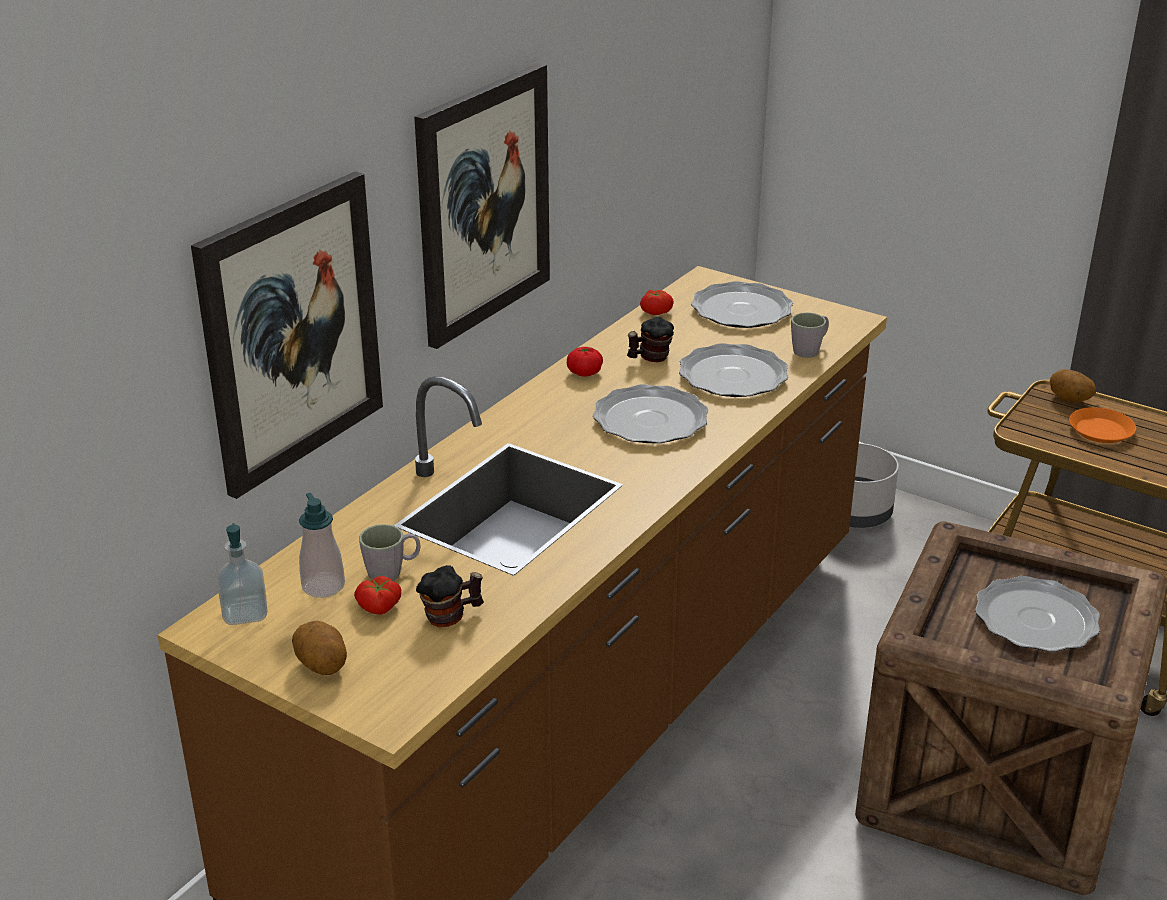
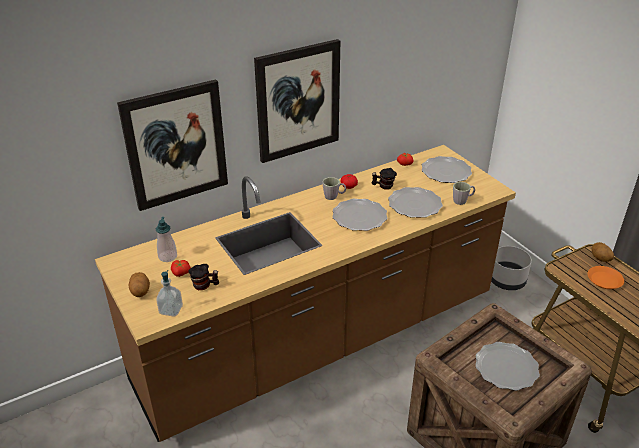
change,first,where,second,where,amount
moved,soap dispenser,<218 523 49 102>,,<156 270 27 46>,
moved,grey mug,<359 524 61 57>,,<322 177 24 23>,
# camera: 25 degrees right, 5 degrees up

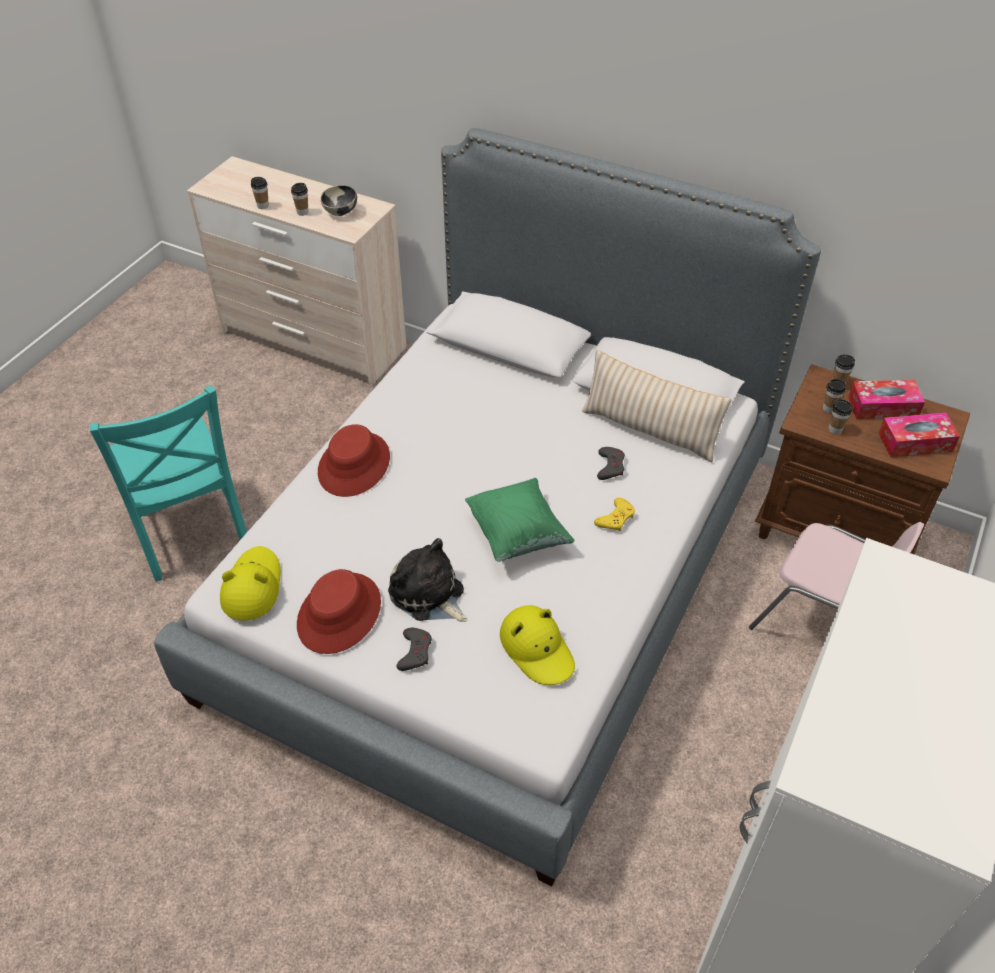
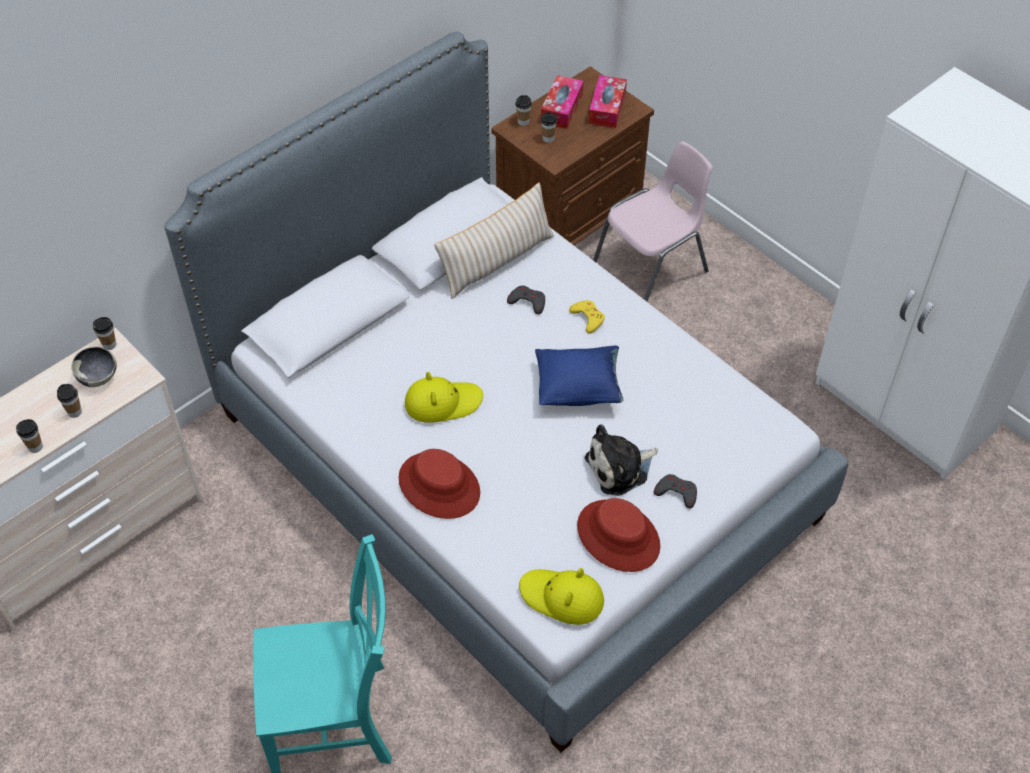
change,first,where,second,where,amount
moved,cup,<829 399 24 35>,,<93 317 23 33>,
recoloured,green pillow,<465 478 110 84>,blue pillow,<535 346 89 60>,
moved,yellow hat,<500 605 75 80>,,<405 372 78 51>,
# camera: 70 degrees left, 5 degrees up

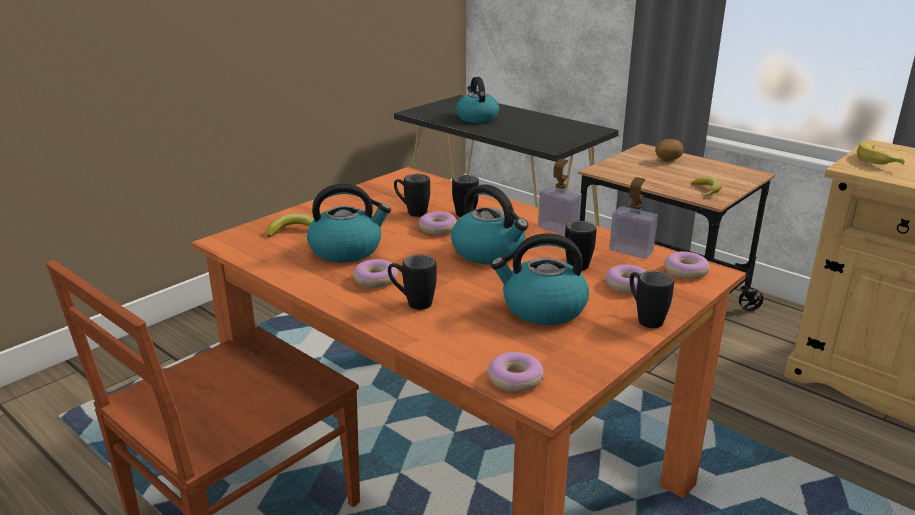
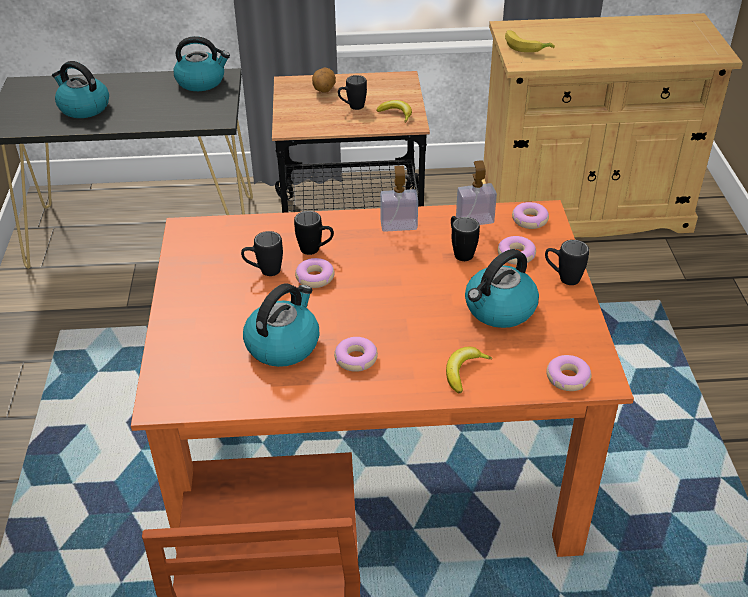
change,first,where,second,where,amount
moved,kettle,<451 184 77 80>,,<173 36 57 55>,
moved,banana,<266 213 48 24>,,<446 346 46 47>,
moved,black mug,<388 255 49 55>,,<338 75 29 35>,
# camera: 45 degrees left, 15 degrees up

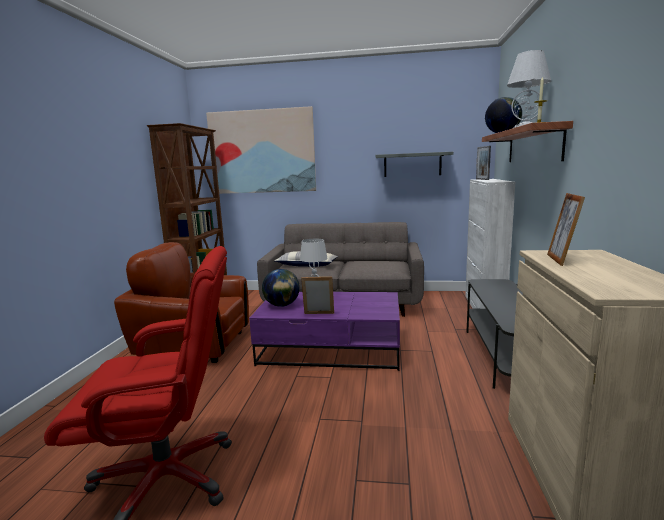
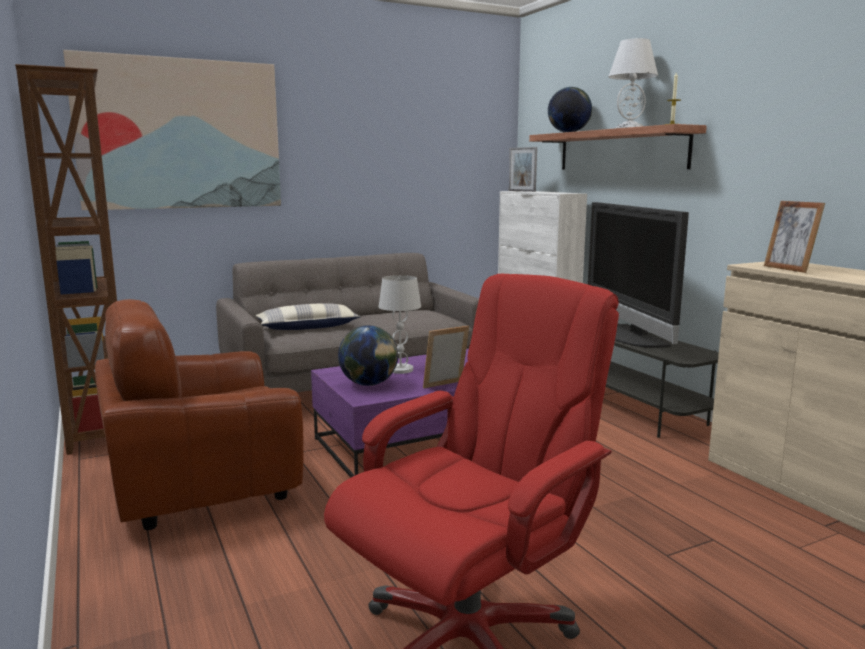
change,first,where,second,where,amount
removed,grey shelf,<376 152 77 25>,,,
added,,,television,<588 202 101 146>,
# camera: 35 degrees left, 0 degrees up

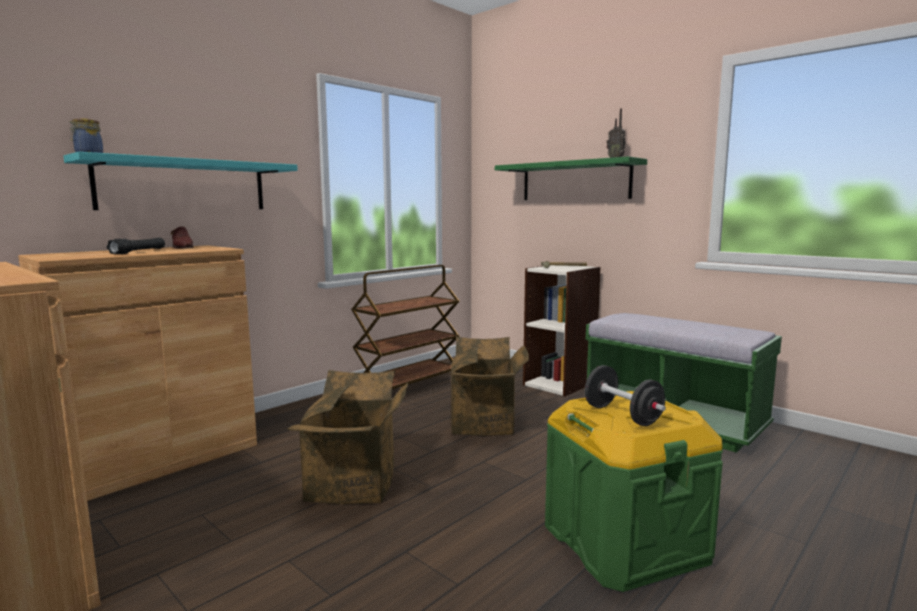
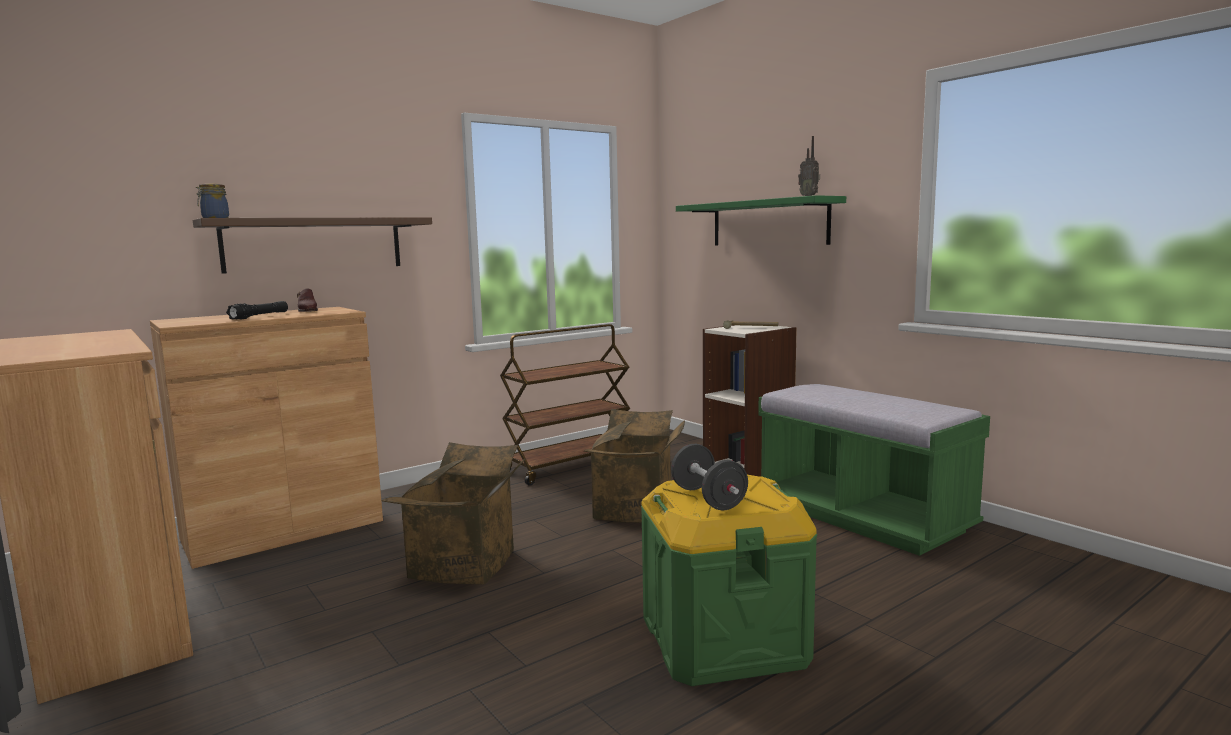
change,first,where,second,where,amount
recoloured,turquoise shelf,<63 152 235 58>,brown shelf,<193 217 239 57>,
# camera: 10 degrees right, 0 degrees up

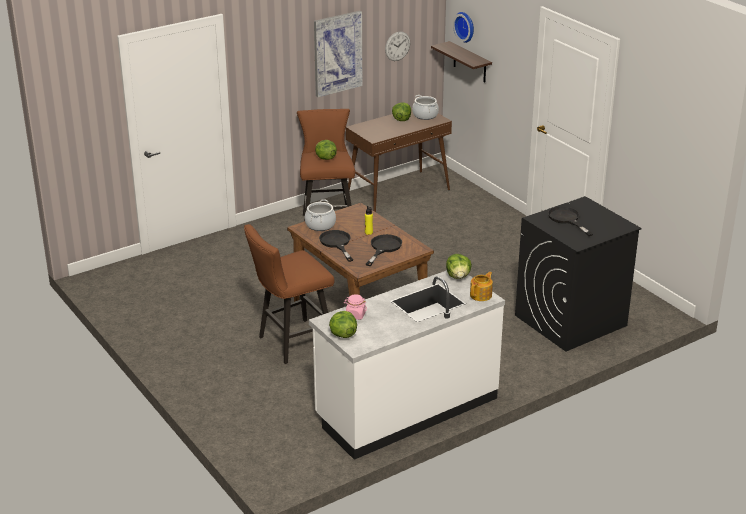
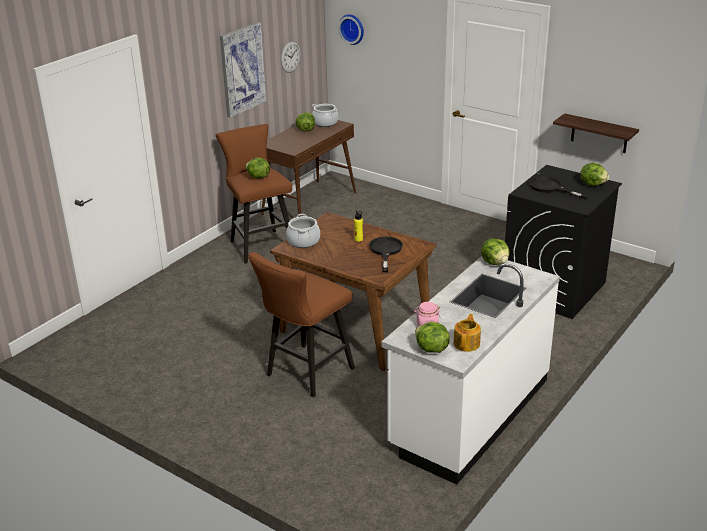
change,first,where,second,where,amount
moved,shelf,<431 41 61 41>,,<553 113 86 40>,
removed,black frying pan,<319 230 34 32>,,,
moved,teapot,<470 272 23 29>,,<453 314 28 38>,
added,,,lettuce,<580 163 29 23>,
# camera: 20 degrees left, 0 degrees up

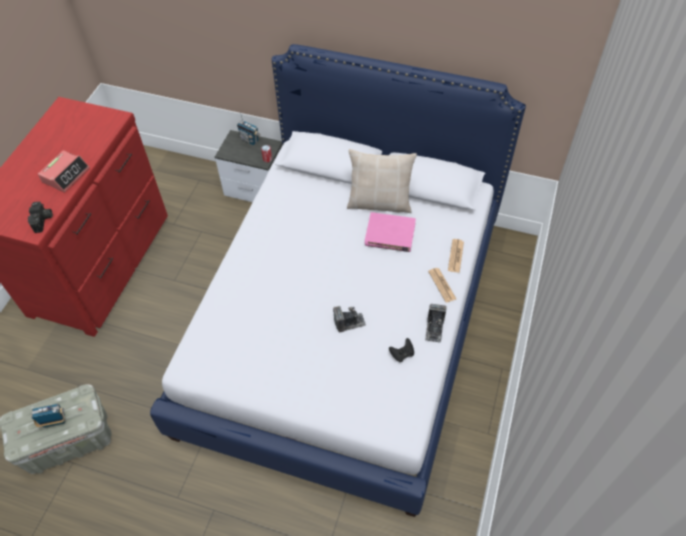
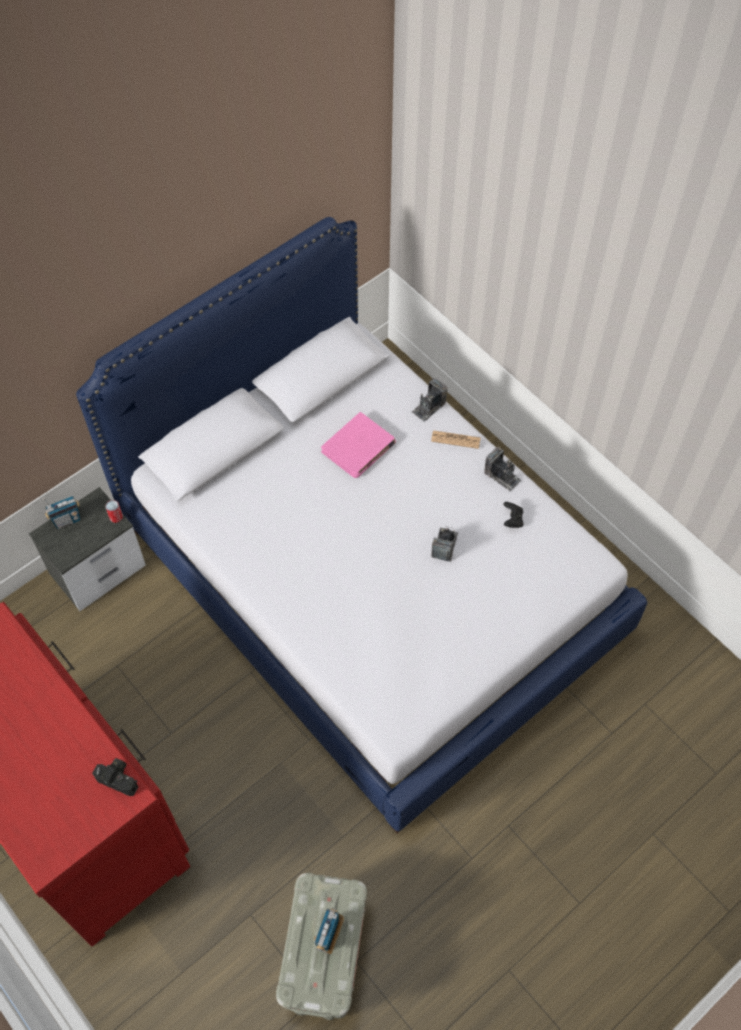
change,first,where,second,where,amount
removed,beige pillow,<347 149 70 64>,,,
removed,alarm clock,<38 150 52 43>,,,
replaced,newspaper,<448 239 16 34>,photo camera,<412 378 36 44>,
# camera: 60 degrees left, 5 degrees up

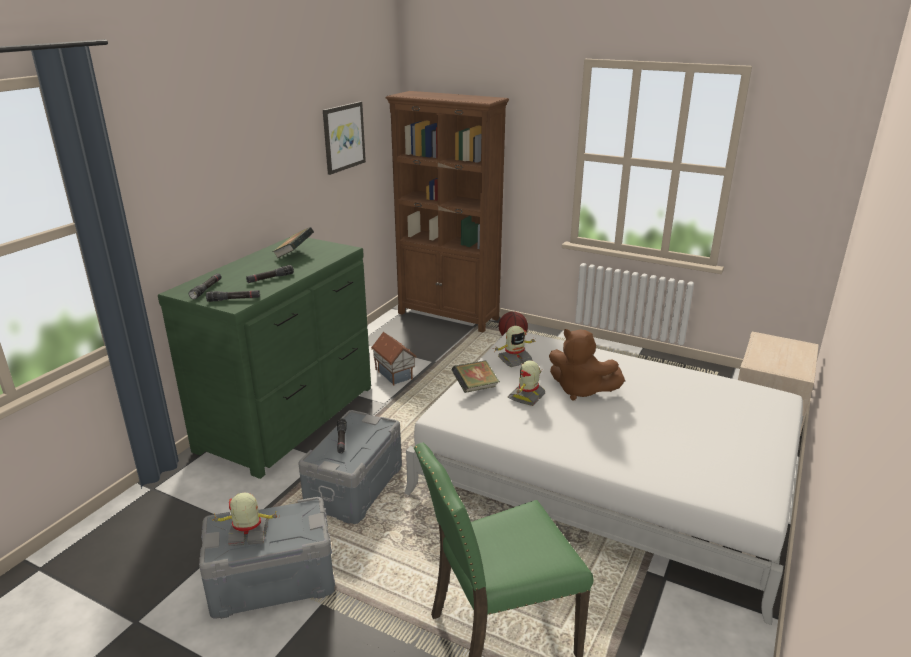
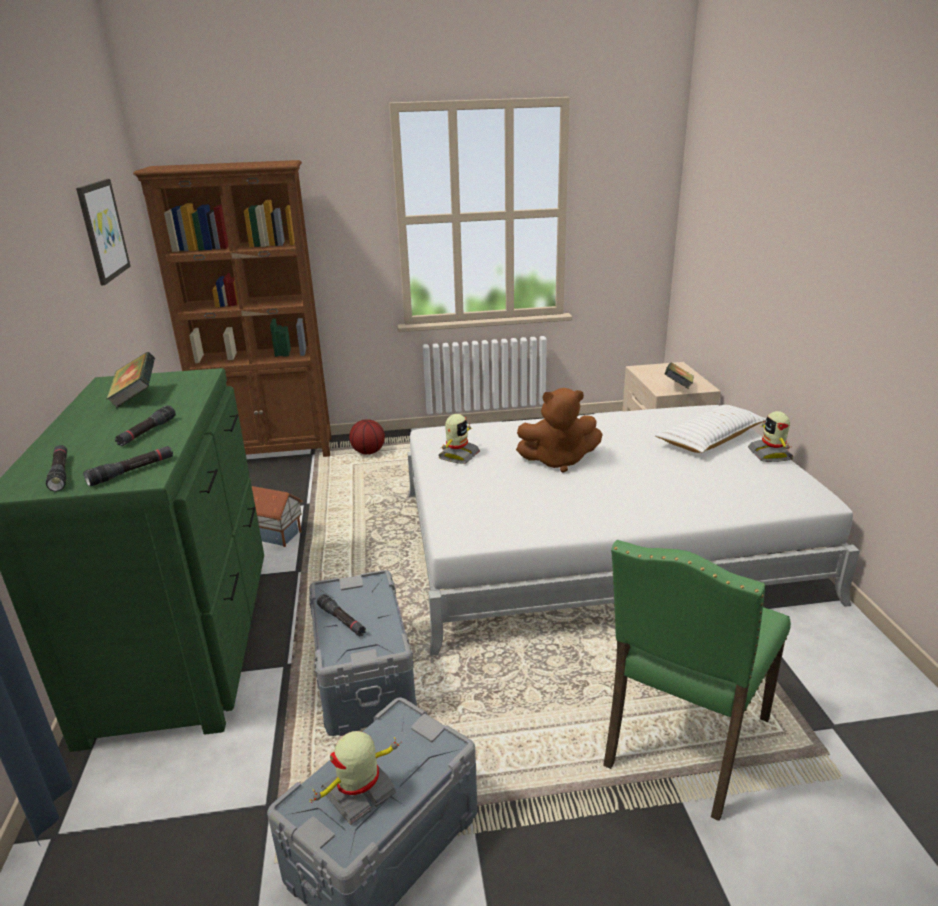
change,first,where,second,where,amount
moved,book,<452 360 48 33>,,<665 363 29 26>,
moved,toy robot,<508 360 37 46>,,<748 411 45 51>,
added,,,white pillow,<655 405 111 48>,
# camera: 35 degrees left, 0 degrees up

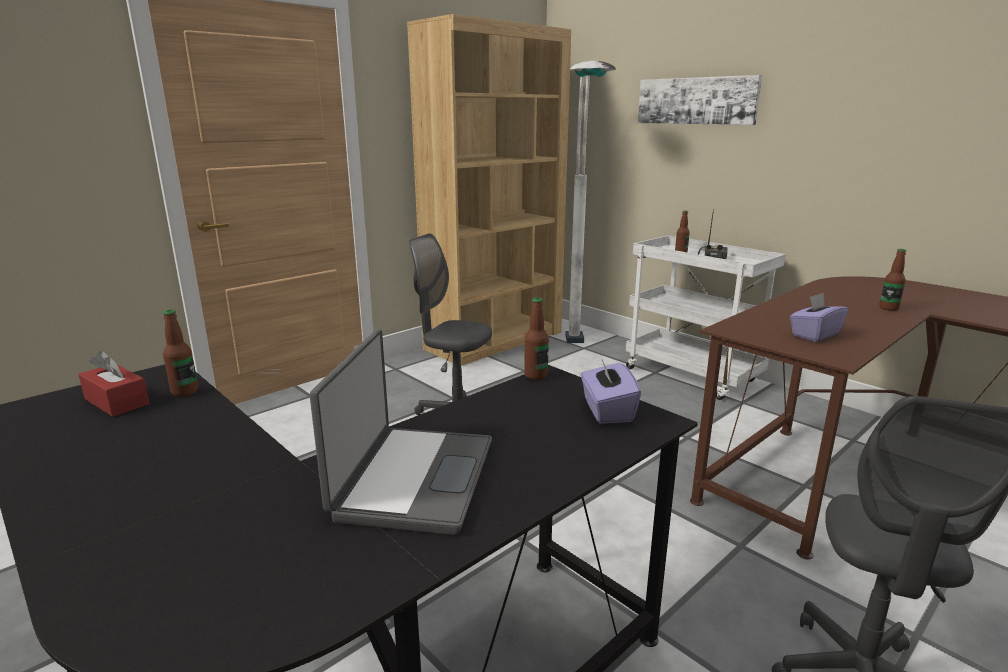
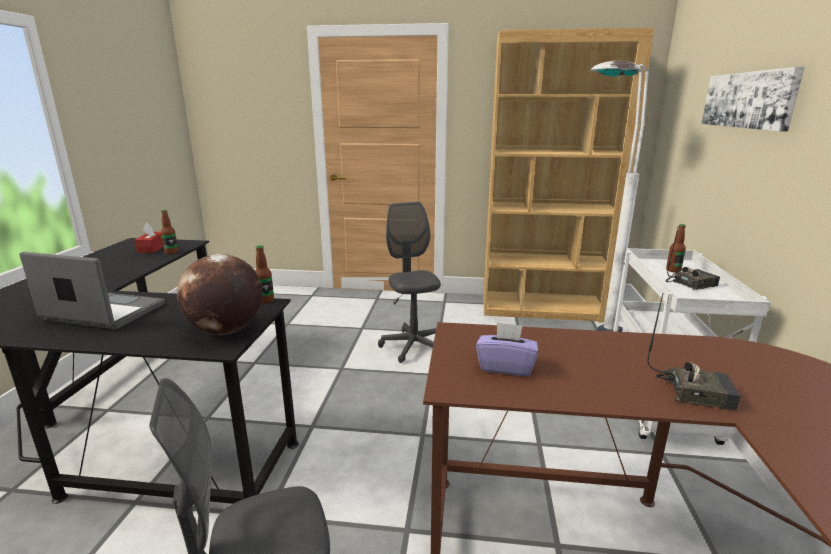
change,first,where,second,where,amount
replaced,bottle,<879 249 27 62>,radio,<648 293 93 117>,
turned,laptop,<310 329 182 206>,,<19 252 145 78>,135 degrees counterclockwise
replaced,purple tissue box,<581 355 60 69>,globe,<177 254 86 81>,
# camera: 50 degrees right, 0 degrees up

